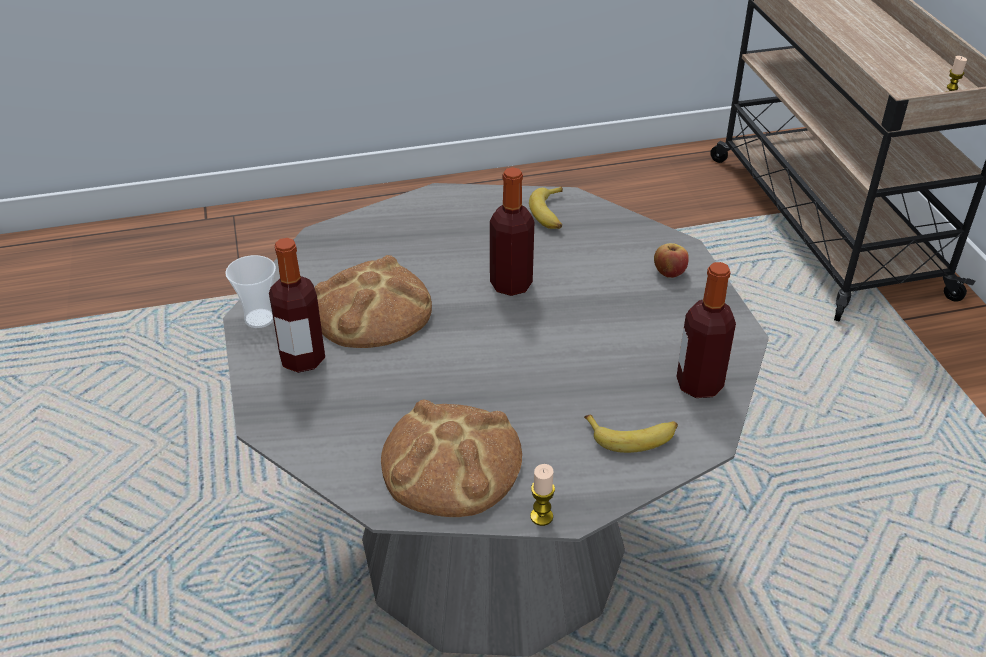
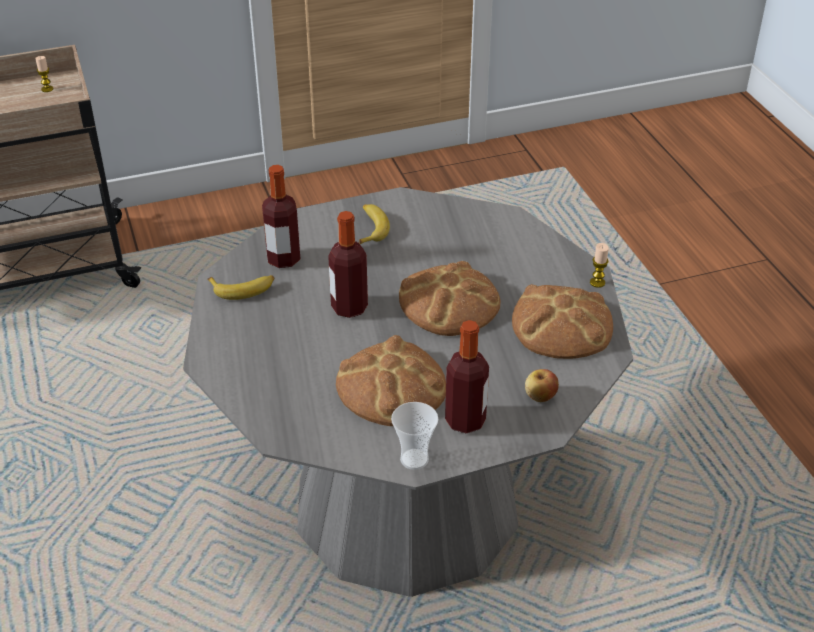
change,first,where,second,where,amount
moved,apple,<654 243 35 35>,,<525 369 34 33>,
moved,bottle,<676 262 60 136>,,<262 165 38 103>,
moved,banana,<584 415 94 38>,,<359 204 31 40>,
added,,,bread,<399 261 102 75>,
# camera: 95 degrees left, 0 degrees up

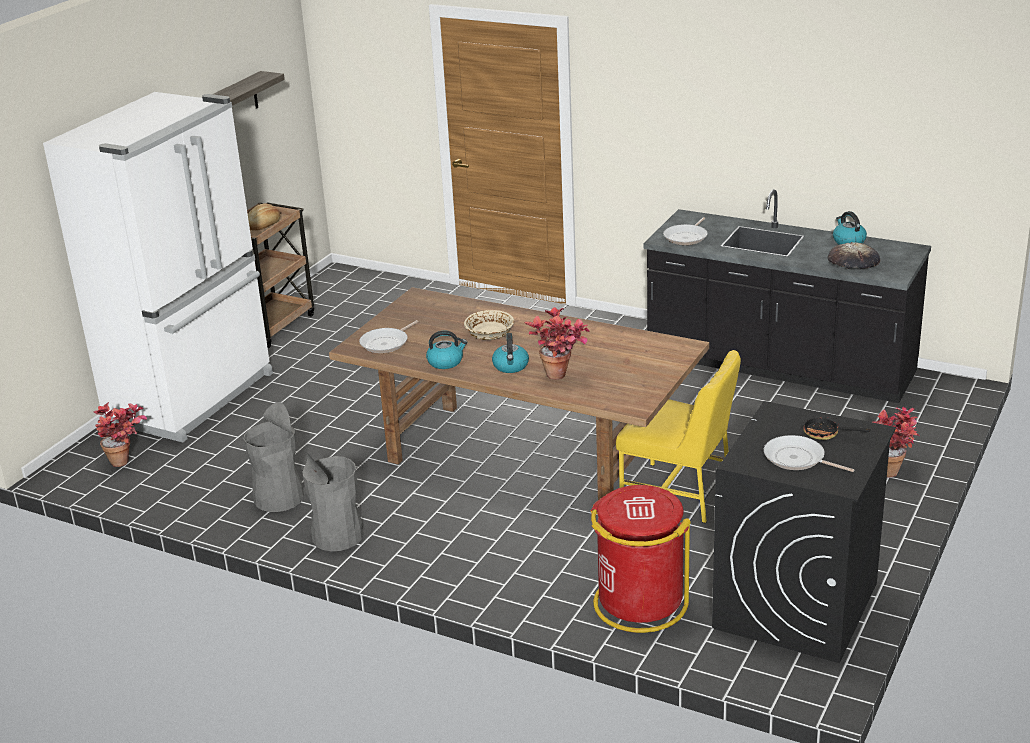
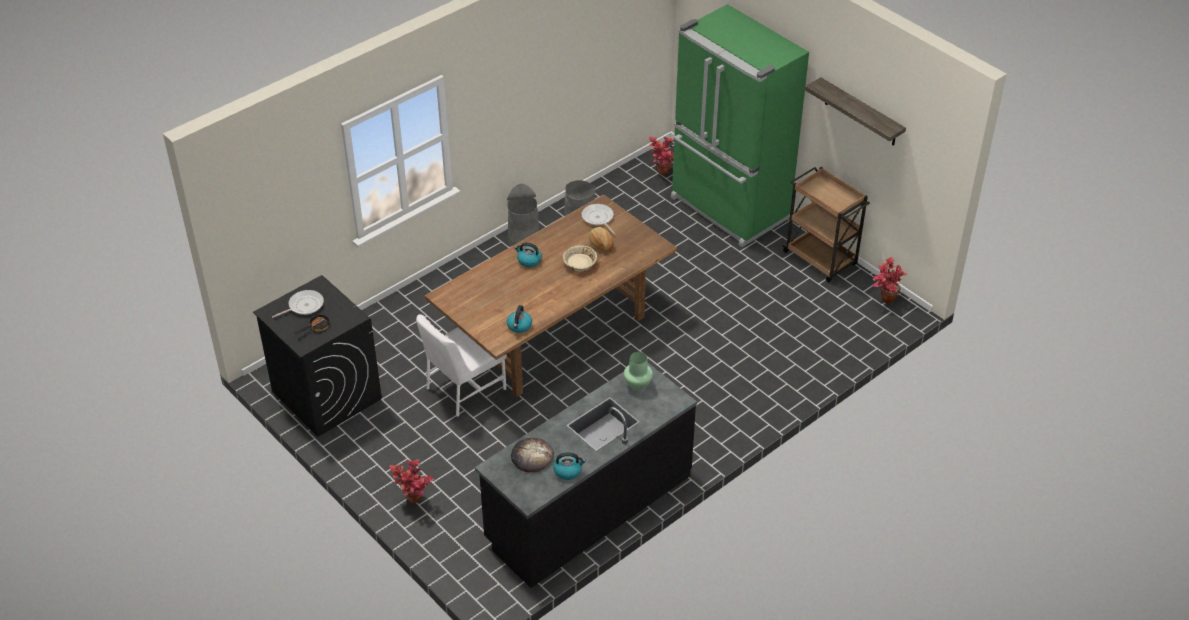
change,first,where,second,where,amount
recoloured,white fridge,<43 92 230 350>,green fridge,<671 4 138 243>,
moved,bread,<248 204 32 27>,,<589 227 25 25>,
replaced,frying pan,<663 217 45 28>,green vase,<624 352 29 39>,
moved,potted plant,<525 307 65 73>,,<873 257 34 47>,
moved,kettle,<426 331 41 38>,,<507 305 25 28>,
recoloured,yellow chair,<616 350 125 173>,white chair,<416 314 90 103>,
removed,red trash can,<591 485 100 148>,,,
# camera: 110 degrees right, 15 degrees up

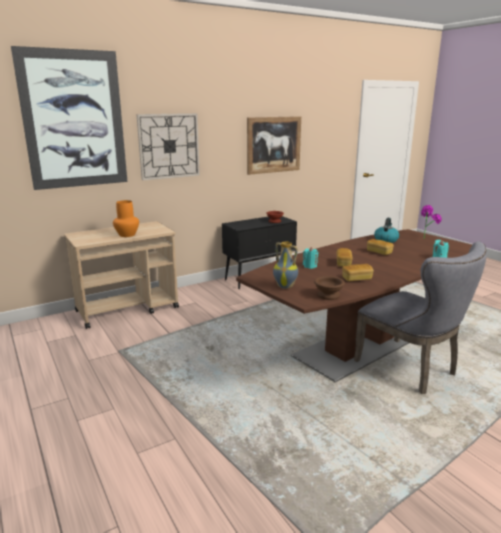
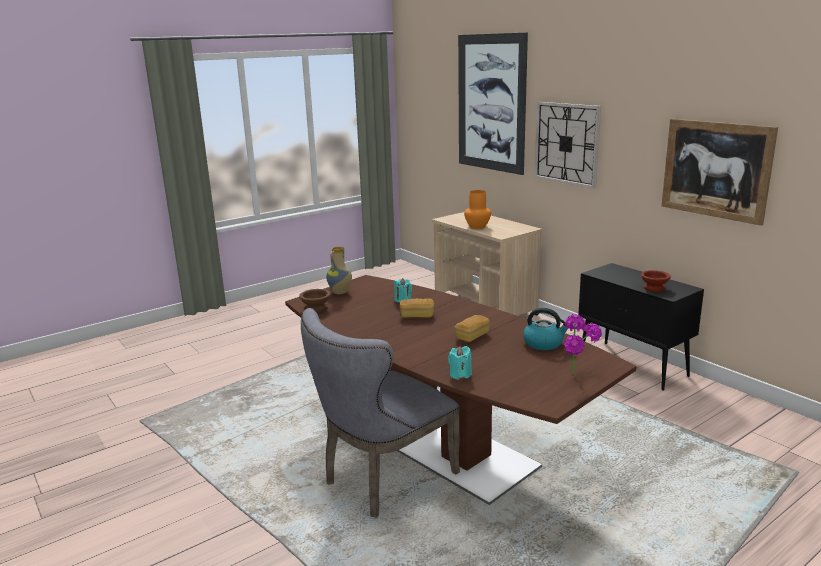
change,first,where,second,where,amount
removed,bread,<342 264 32 17>,,,
# camera: 85 degrees right, 0 degrees up

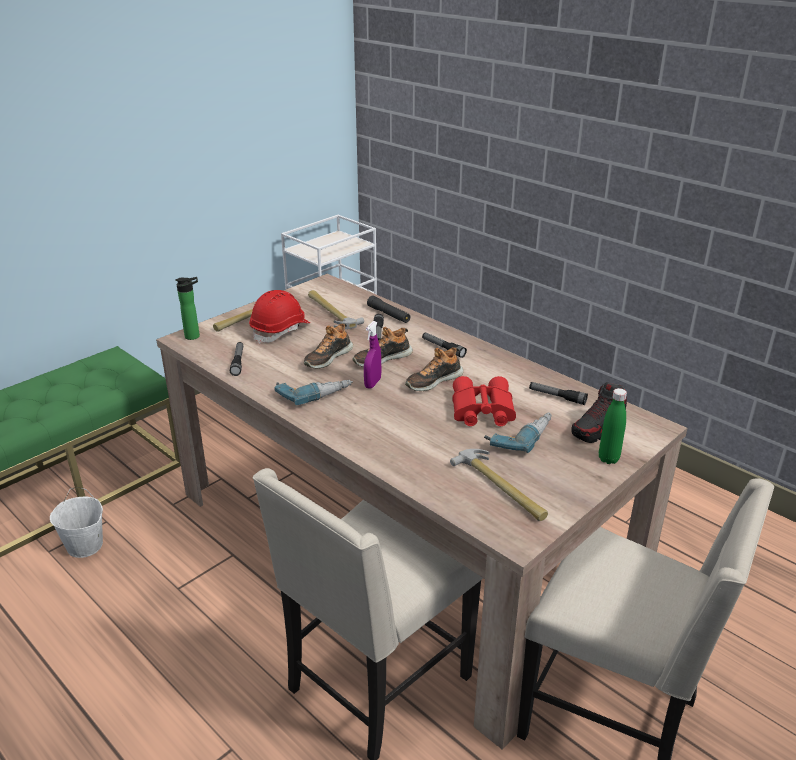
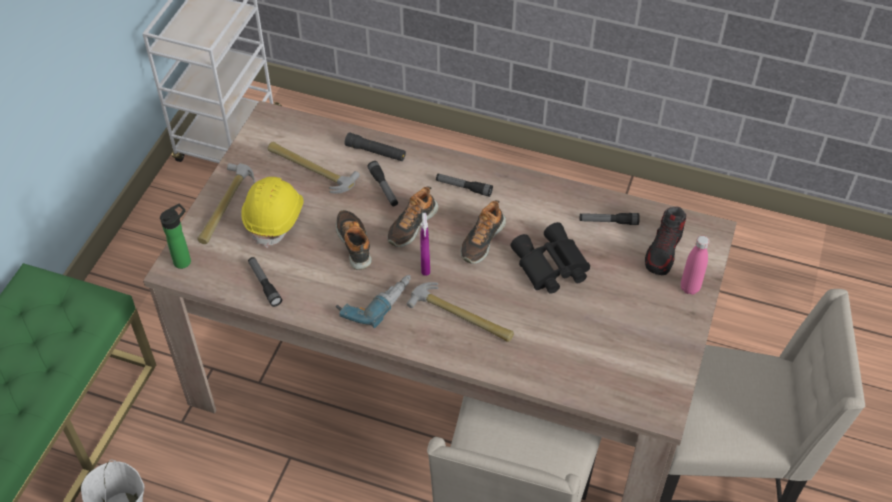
change,first,where,second,where,amount
recoloured,red hard hat,<249 290 61 54>,yellow hard hat,<241 177 63 71>,
turned,shoe,<304 323 49 46>,,<336 210 36 60>,150 degrees clockwise
recoloured,red binoculars,<452 376 64 50>,black binoculars,<510 222 80 72>,
recoloured,green bottle,<599 388 28 76>,pink bottle,<681 235 28 60>,
removed,power drill,<484 412 68 41>,,,
moved,hammer,<450 449 98 72>,,<407 282 107 60>,
# camera: 25 degrees left, 20 degrees up

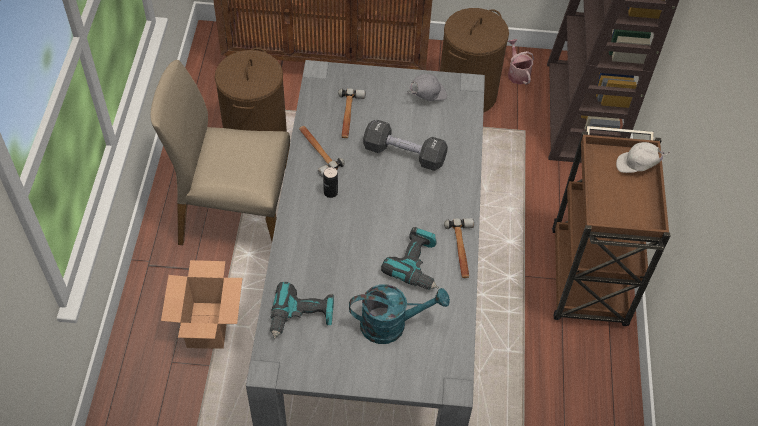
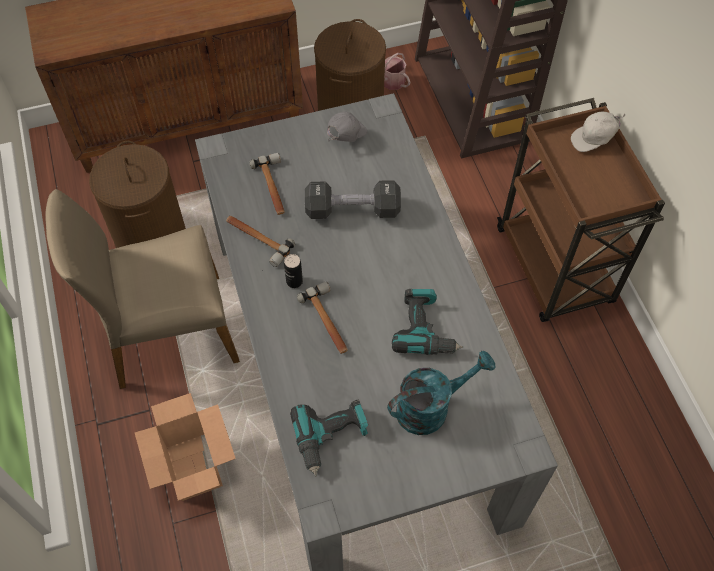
change,first,where,second,where,amount
moved,hammer,<444 218 30 60>,,<297 281 51 73>,
# camera: 20 degrees left, 5 degrees up

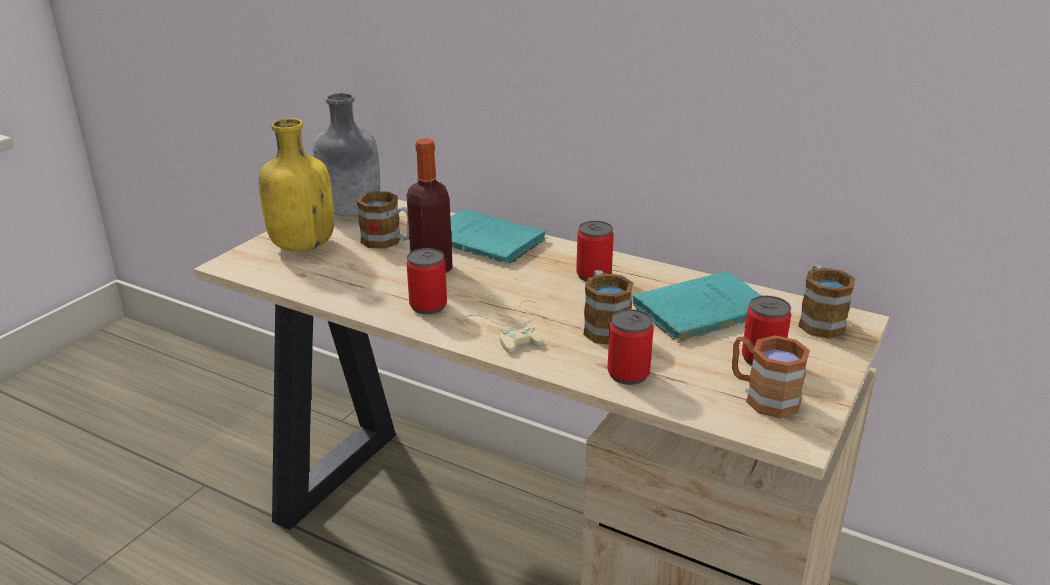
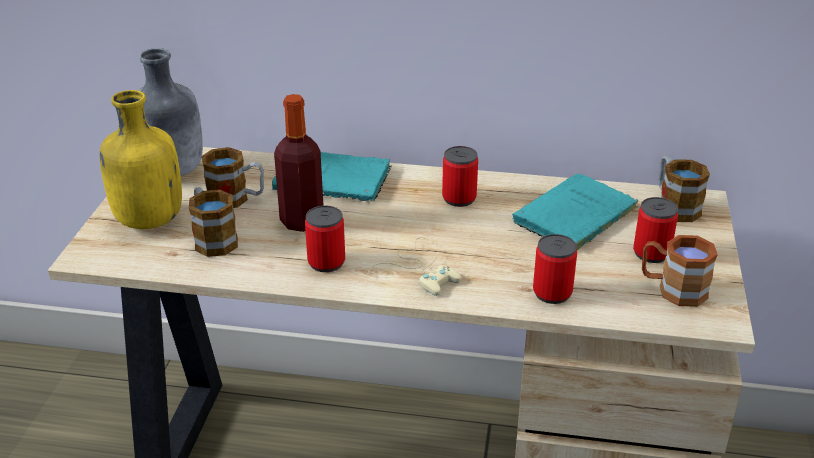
change,first,where,second,where,amount
moved,mug,<583 270 50 75>,,<189 187 49 70>,
# camera: 20 degrees left, 5 degrees up

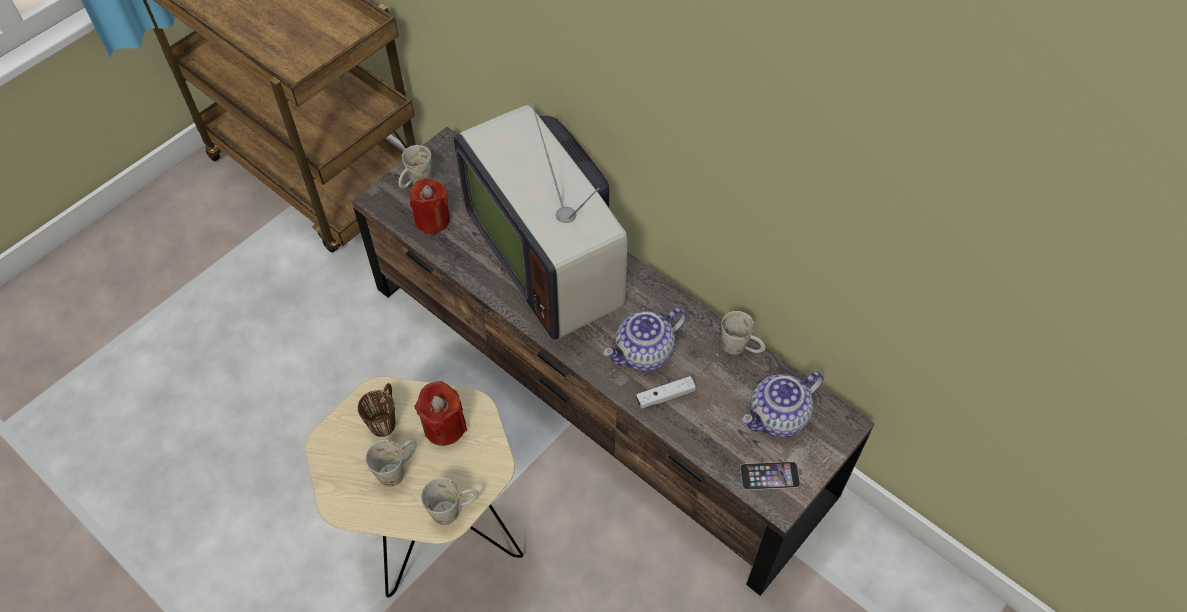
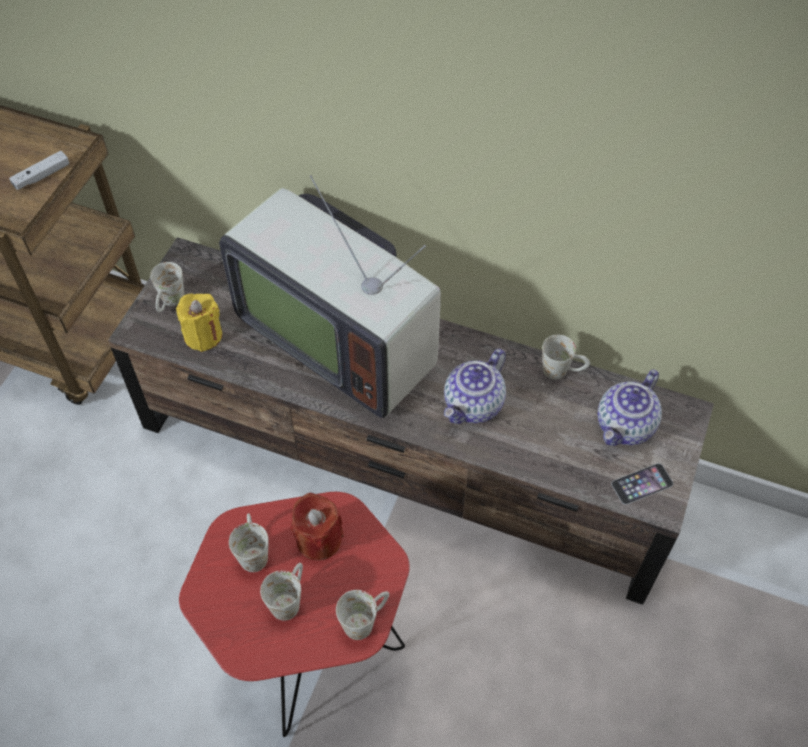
change,first,where,second,where,amount
recoloured,red candle,<409 178 41 56>,yellow candle,<176 294 46 58>,
recoloured,beige side table,<305 376 219 221>,red side table,<179 492 231 245>,
moved,white game controller,<636 376 60 33>,,<9 151 60 39>,
recoloured,brown mug,<358 383 37 54>,white mug,<229 513 40 59>,
# camera: 20 degrees left, 0 degrees up

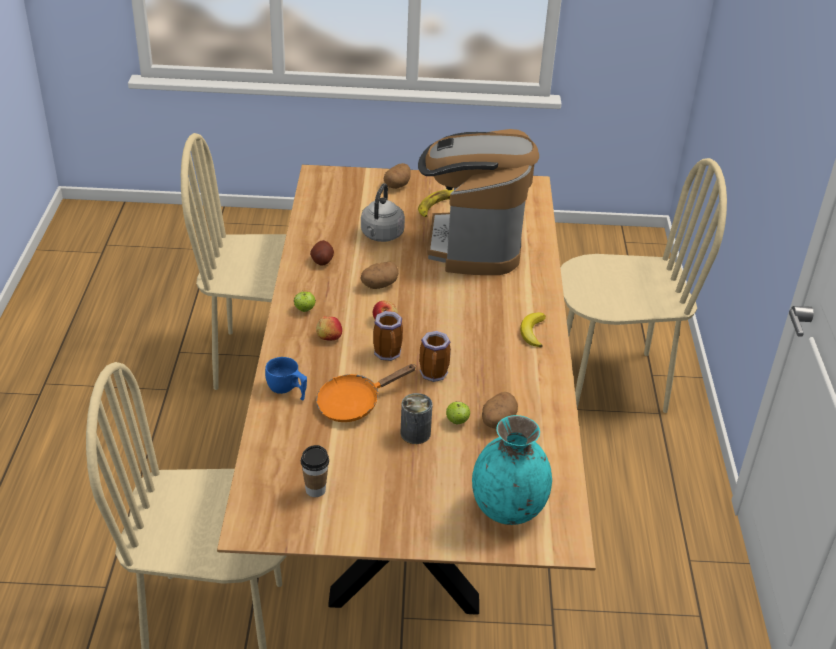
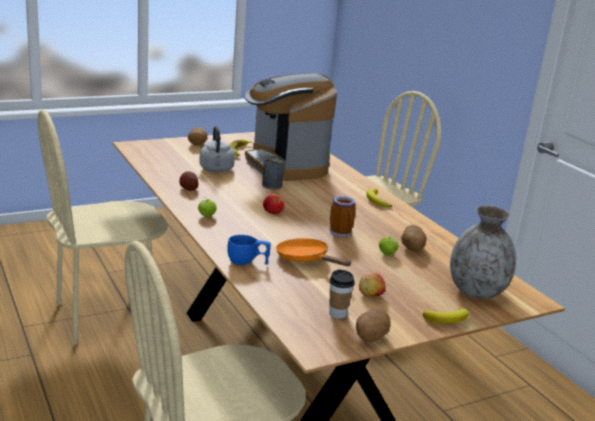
change,first,where,second,where,amount
moved,potato,<360 262 38 27>,,<356 307 35 35>,
removed,mug,<373 311 30 50>,,,
moved,apple,<316 317 26 24>,,<359 273 27 24>,
turned,orange frying pan,<316 364 99 58>,,<276 238 76 28>,105 degrees clockwise
moved,can,<400 393 33 51>,,<262 156 22 33>,
recoloured,turquoise vase,<472 415 80 110>,grey vase,<450 205 66 94>,
added,,,banana,<423 307 46 16>,
# camera: 30 degrees left, 15 degrees down

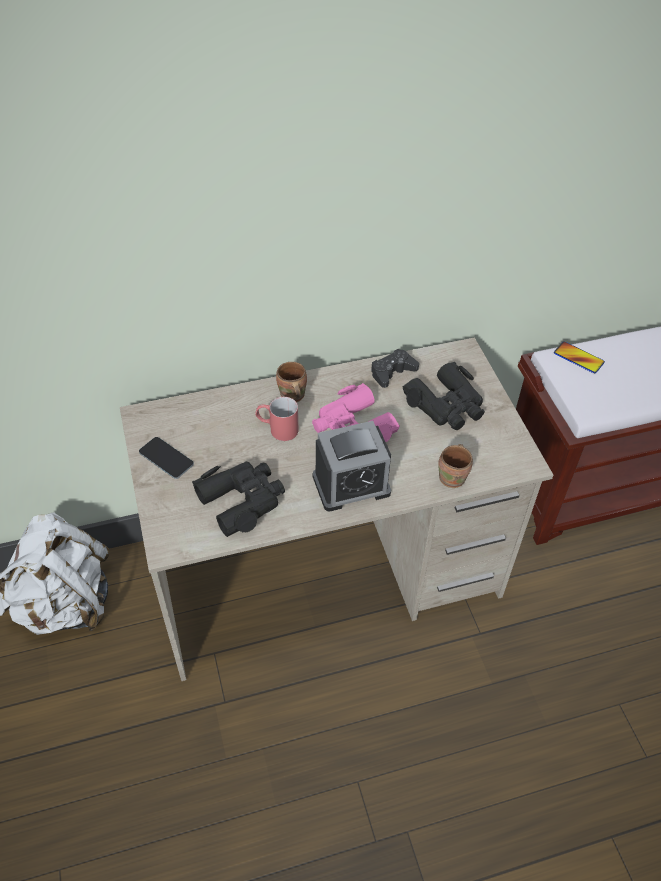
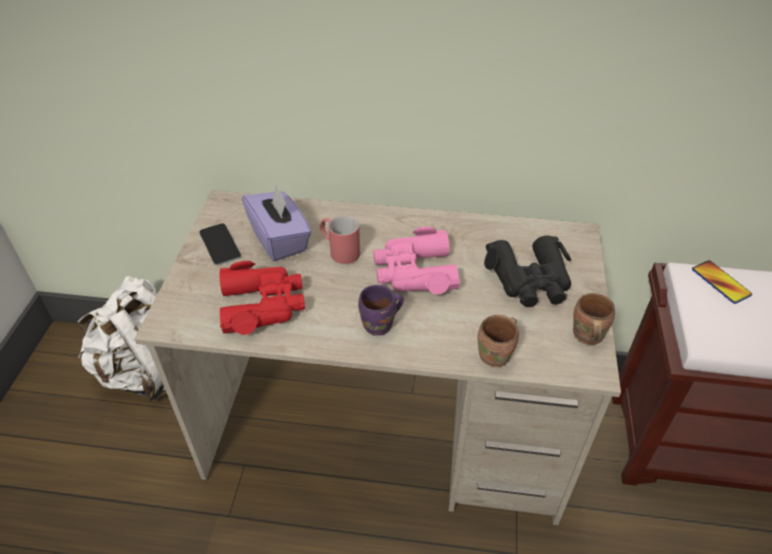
change,first,where,second,where,amount
removed,black game controller,<371 349 48 39>,,,
moved,brown mug,<276 362 31 40>,,<573 293 42 52>,
replaced,alarm clock,<313 421 78 91>,purple mug,<358 285 46 51>,
recoloured,black binoculars,<192 462 93 75>,red binoculars,<219 261 86 74>,
added,,,purple tissue box,<242 185 69 76>,
# camera: 25 degrees right, 5 degrees down

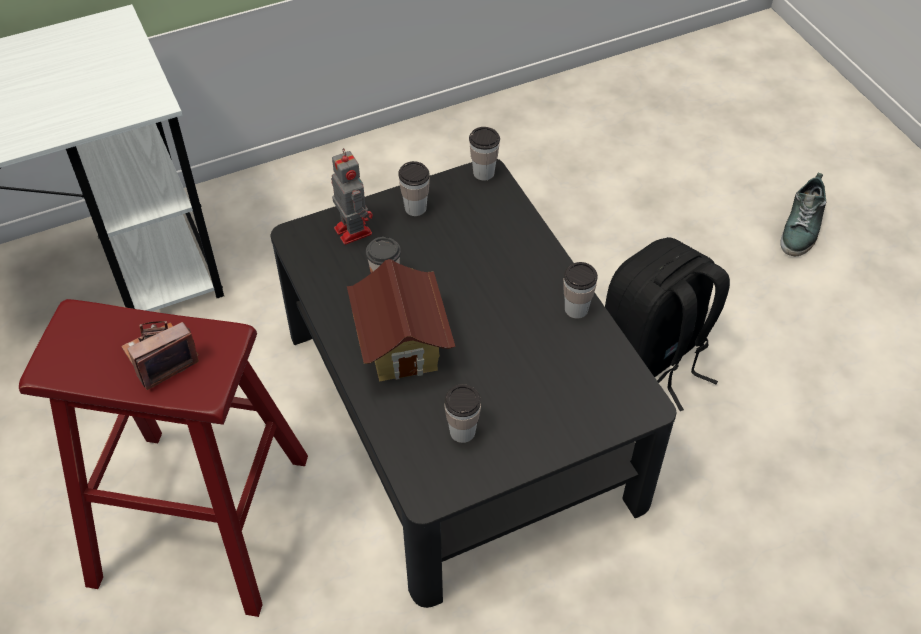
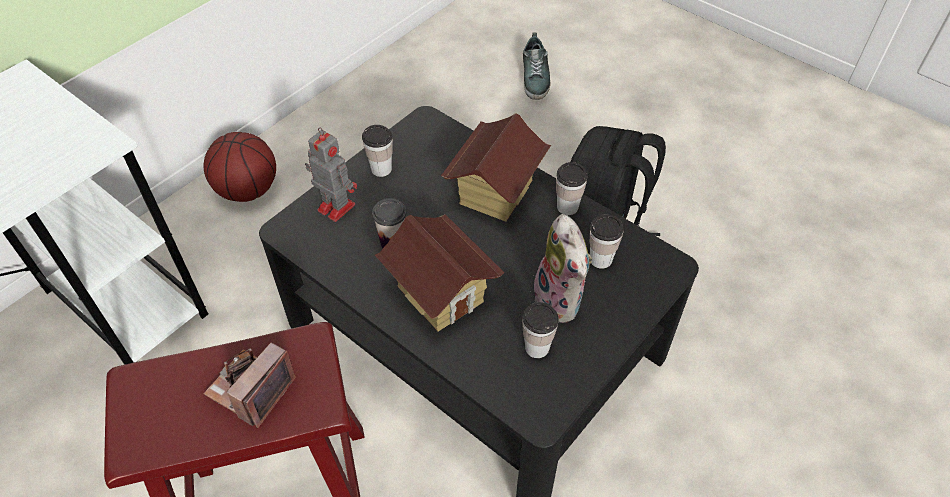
change,first,where,second,where,amount
moved,cup,<469 127 31 54>,,<589 214 35 55>,
moved,shoe,<781 172 45 84>,,<523 32 28 68>,
added,,,toy house,<441 114 110 108>,
added,,,basketball,<204 132 72 70>,
added,,,plush toy,<530 214 62 109>,
# camera: 25 degrees left, 0 degrees up

